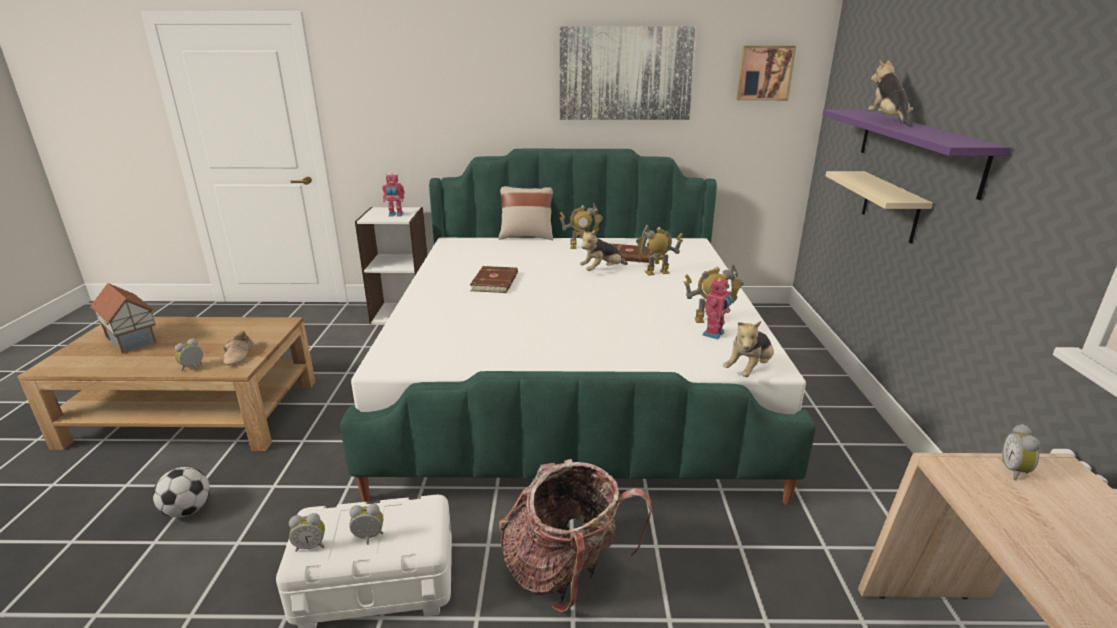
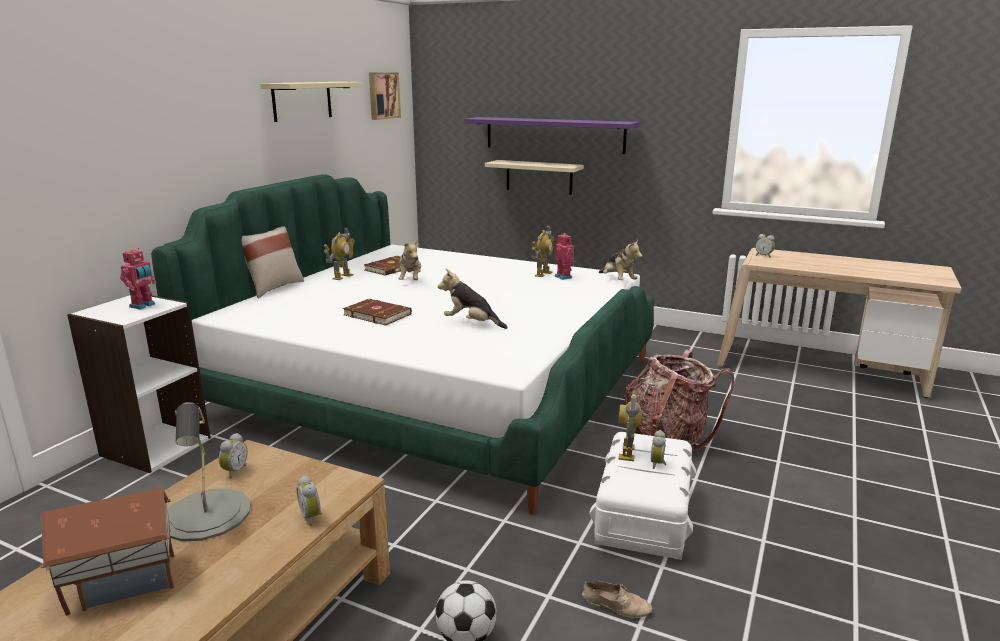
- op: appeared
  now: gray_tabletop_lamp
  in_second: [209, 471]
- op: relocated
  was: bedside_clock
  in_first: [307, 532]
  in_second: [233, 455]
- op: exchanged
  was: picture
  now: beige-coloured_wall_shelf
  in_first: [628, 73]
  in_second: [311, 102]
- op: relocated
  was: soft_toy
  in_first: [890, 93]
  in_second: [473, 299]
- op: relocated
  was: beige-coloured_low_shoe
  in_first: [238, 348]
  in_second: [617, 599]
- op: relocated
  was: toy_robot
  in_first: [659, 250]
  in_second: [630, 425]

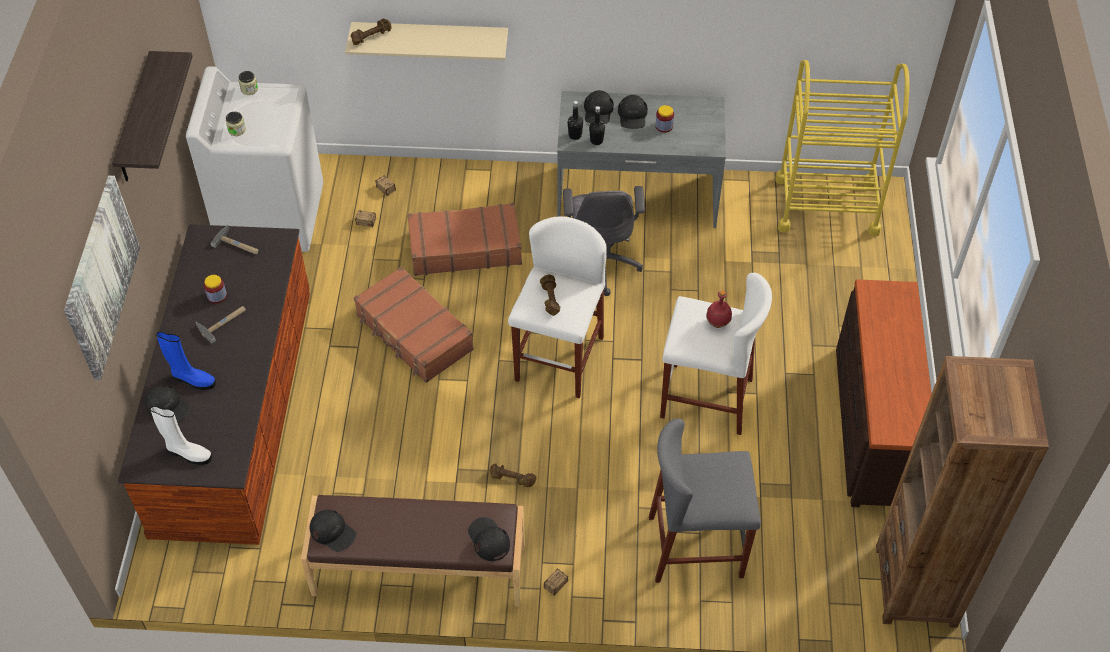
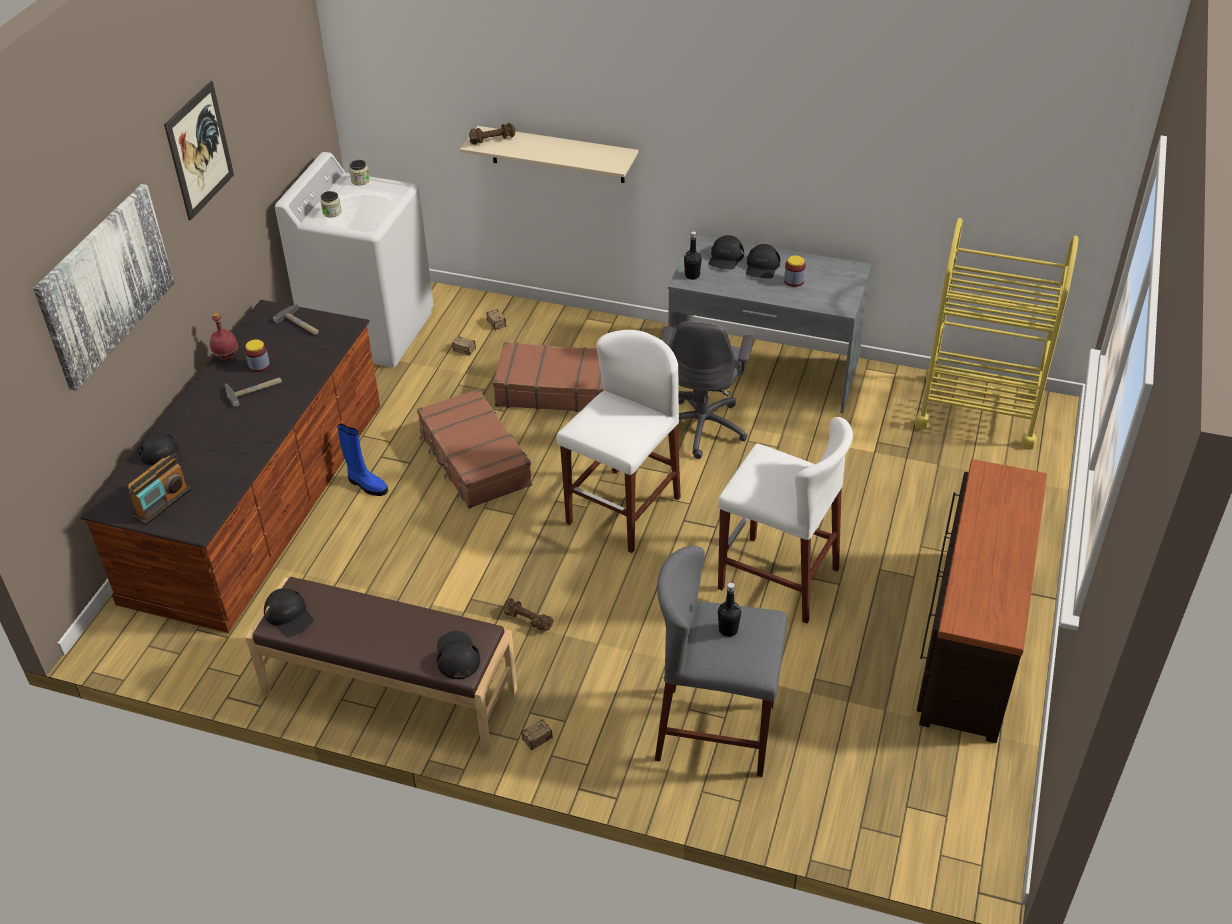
- op: exchanged
  was: white_high-top_boot
  now: radio
  in_first: [181, 435]
  in_second: [159, 489]
- op: exchanged
  was: wall_shelf
  now: picture
  in_first: [152, 116]
  in_second: [199, 151]
- op: relocated
  was: reddish_bottle
  in_first: [719, 309]
  in_second: [224, 336]
- op: relocated
  was: blue-coloured_high-top_boot
  in_first: [186, 360]
  in_second: [362, 460]
- op: relocated
  was: blackish_bottle
  in_first: [597, 125]
  in_second: [729, 610]
- op: missing
  was: brownish_hand_weight
  in_first: [550, 295]
- op: missing
  was: brownish_bookcase
  in_first: [962, 492]

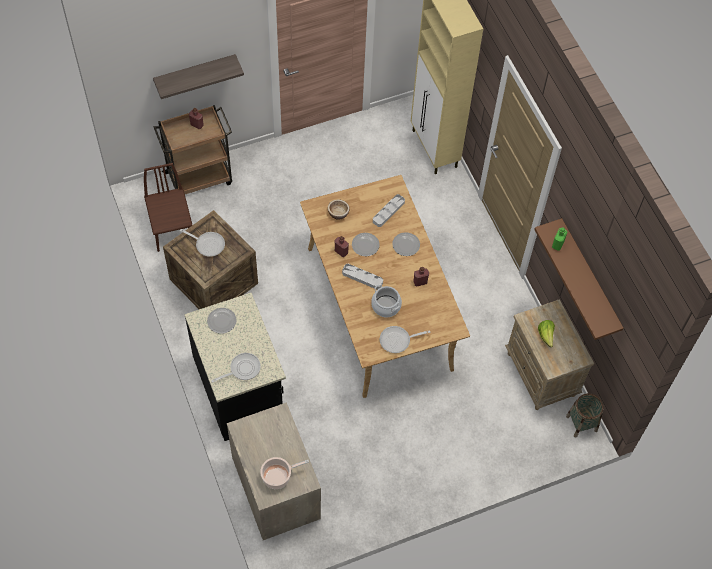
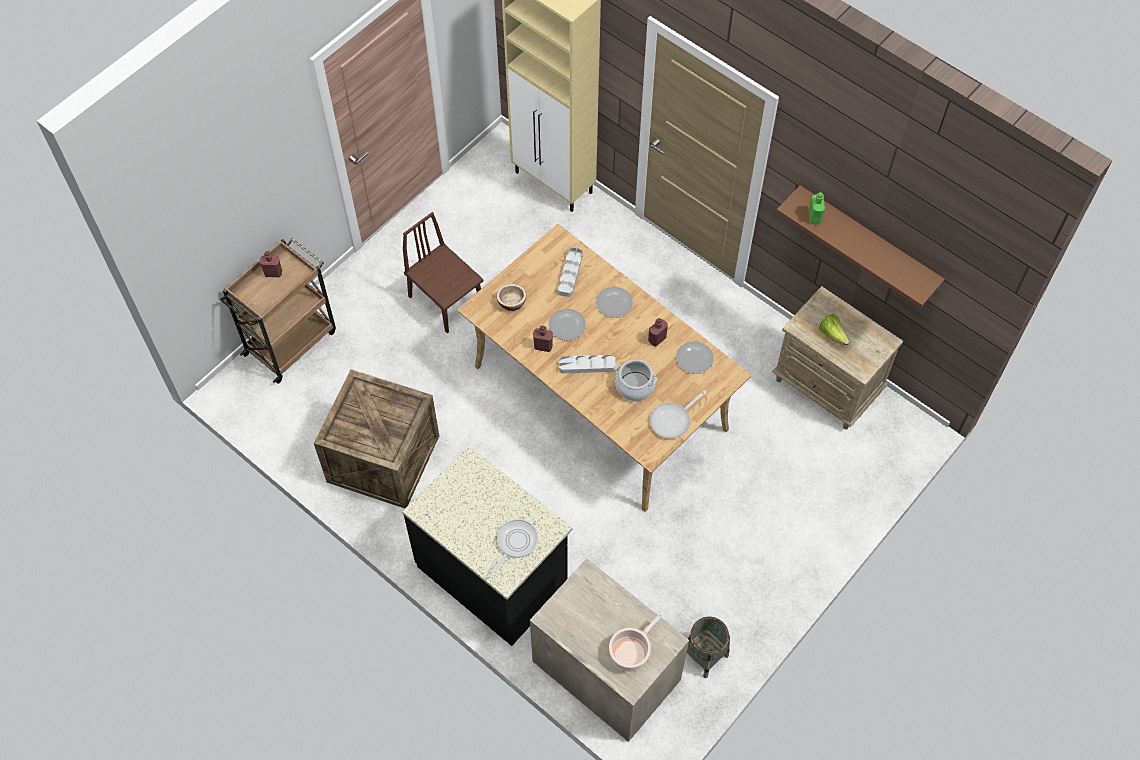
- op: relocated
  was: brownish_upright_chair
  in_first: [168, 207]
  in_second: [443, 272]
- op: relocated
  was: dinner_plate
  in_first: [222, 321]
  in_second: [695, 358]
- op: relocated
  was: storage_basket
  in_first: [585, 415]
  in_second: [708, 647]
- op: missing
  was: wall_shelf
  in_first: [198, 76]
- op: missing
  was: pan
  in_first: [202, 243]

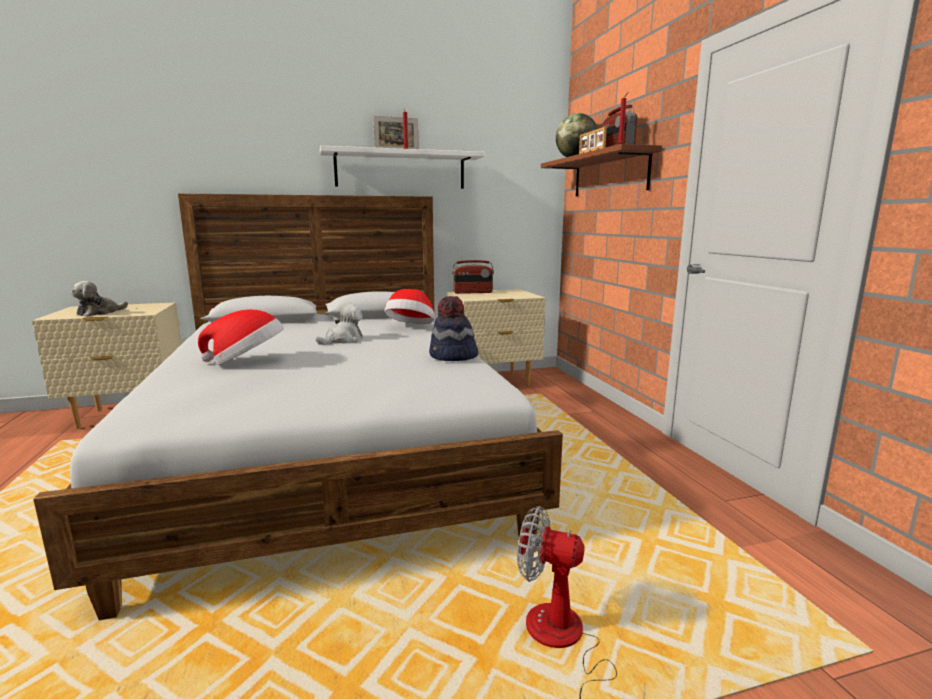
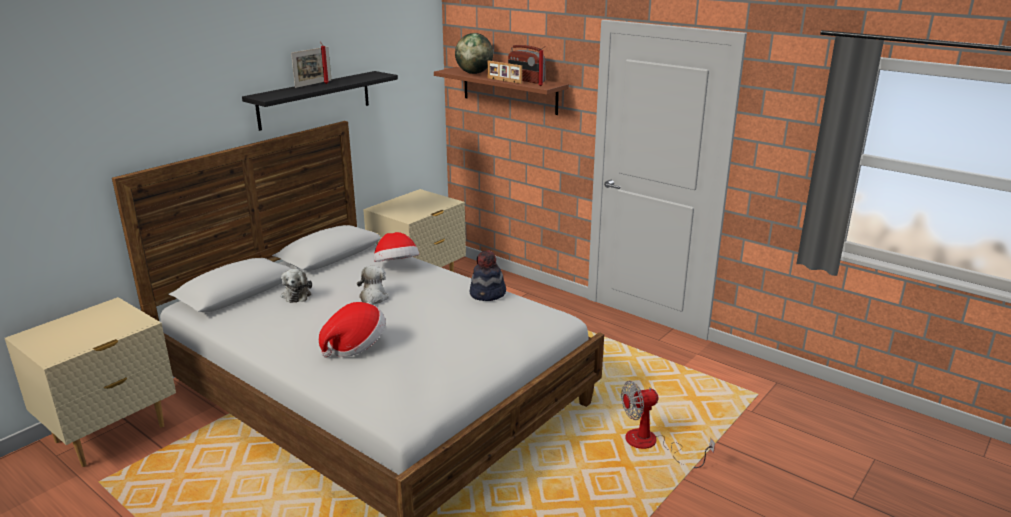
- op: colour
  was: white_wall_shelf
  now: blackish_wall_shelf
  in_first: [402, 167]
  in_second: [320, 101]
- op: relocated
  was: soft_toy
  in_first: [99, 298]
  in_second: [296, 286]
- op: missing
  was: radio
  in_first: [473, 277]

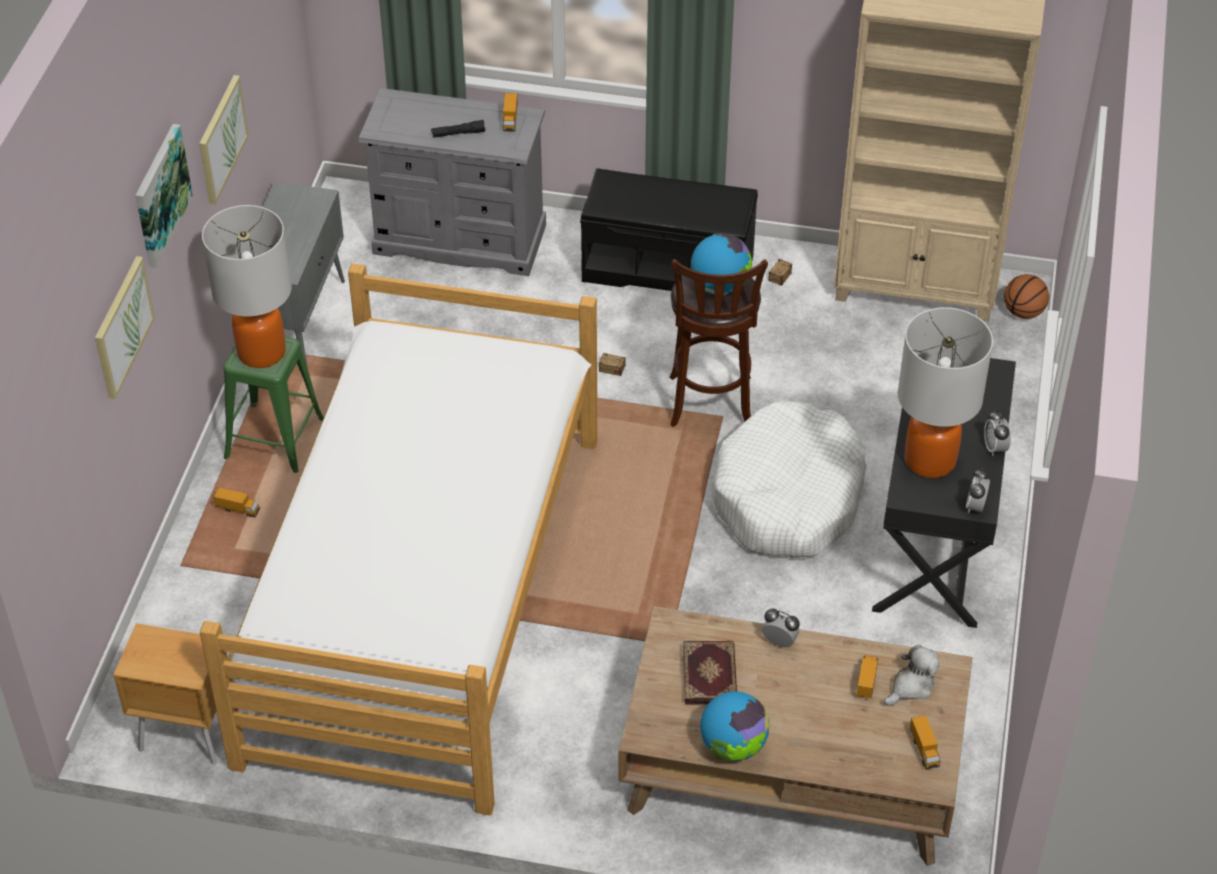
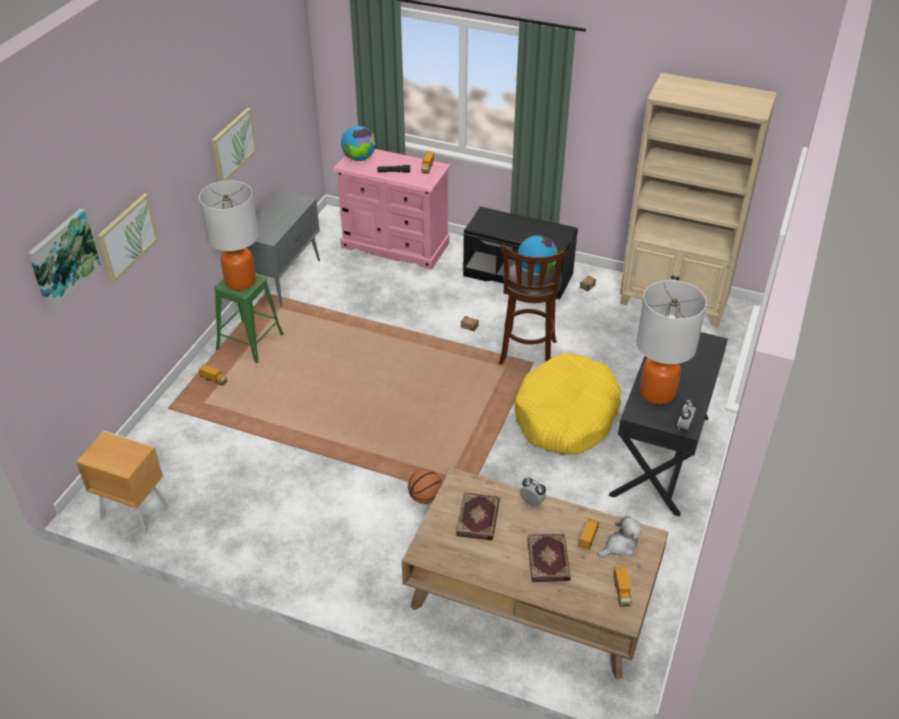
- op: relocated
  was: picture
  in_first: [164, 196]
  in_second: [64, 259]
- op: colour
  was: gray_dresser
  now: pinkish_dresser
  in_first: [452, 182]
  in_second: [392, 209]
- op: relocated
  was: desk_globe
  in_first: [735, 726]
  in_second: [358, 143]
- op: relocated
  was: basketball
  in_first: [1026, 296]
  in_second: [425, 486]
- op: colour
  was: white_pet_bed
  now: yellowish_pet_bed
  in_first: [789, 479]
  in_second: [568, 404]
- op: appeared
  now: volume
  in_second: [549, 558]
- op: missing
  was: bed
  in_first: [398, 539]
- op: missing
  was: bedside_clock
  in_first: [997, 433]

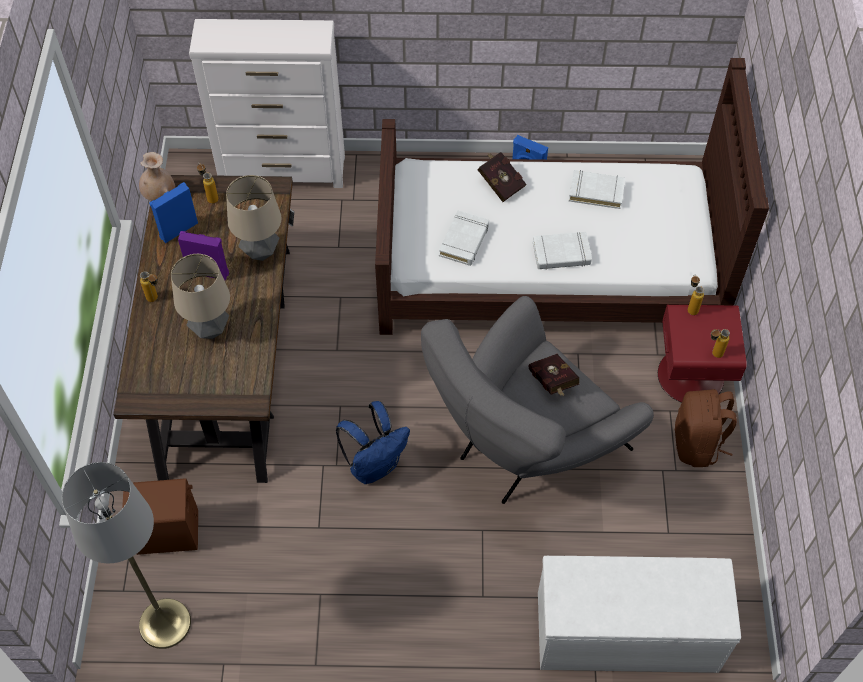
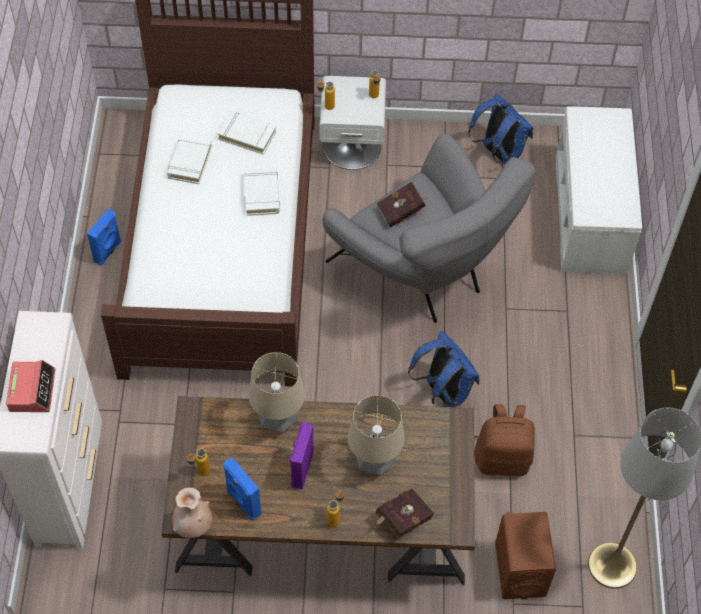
- op: appeared
  now: bedside_clock
  in_second: [30, 386]
- op: relocated
  was: white_volume
  in_first: [464, 238]
  in_second: [246, 133]
- op: colour
  was: reddish_nightstand
  now: white_nightstand
  in_first: [702, 354]
  in_second: [352, 123]
- op: relocated
  was: reddish_volume
  in_first: [502, 177]
  in_second: [405, 513]
- op: appeared
  now: blue-coloured_backpack
  in_second: [500, 128]
- op: relocated
  was: brownish_backpack
  in_first: [706, 428]
  in_second: [504, 440]

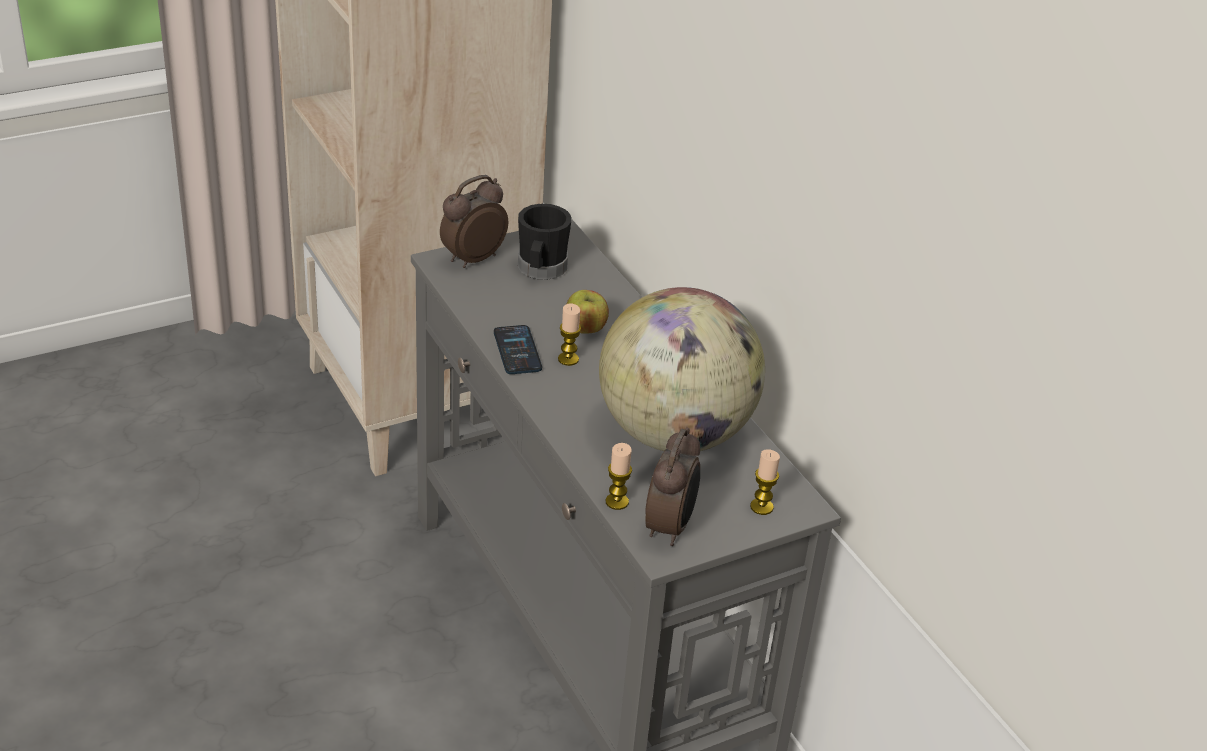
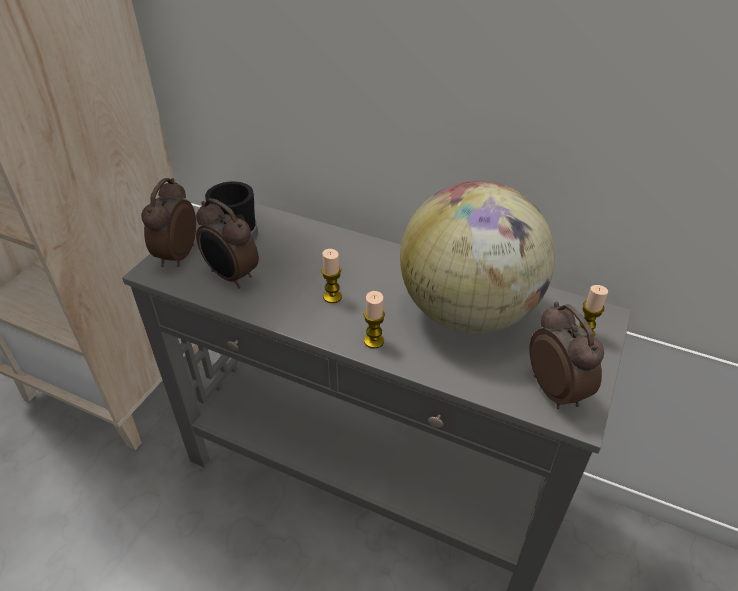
- op: appeared
  now: bedside_clock
  in_second: [227, 243]
- op: relocated
  was: candle
  in_first: [619, 476]
  in_second: [374, 319]
- op: missing
  was: phone
  in_first: [518, 349]
- op: missing
  was: whole_apple
  in_first: [587, 312]

